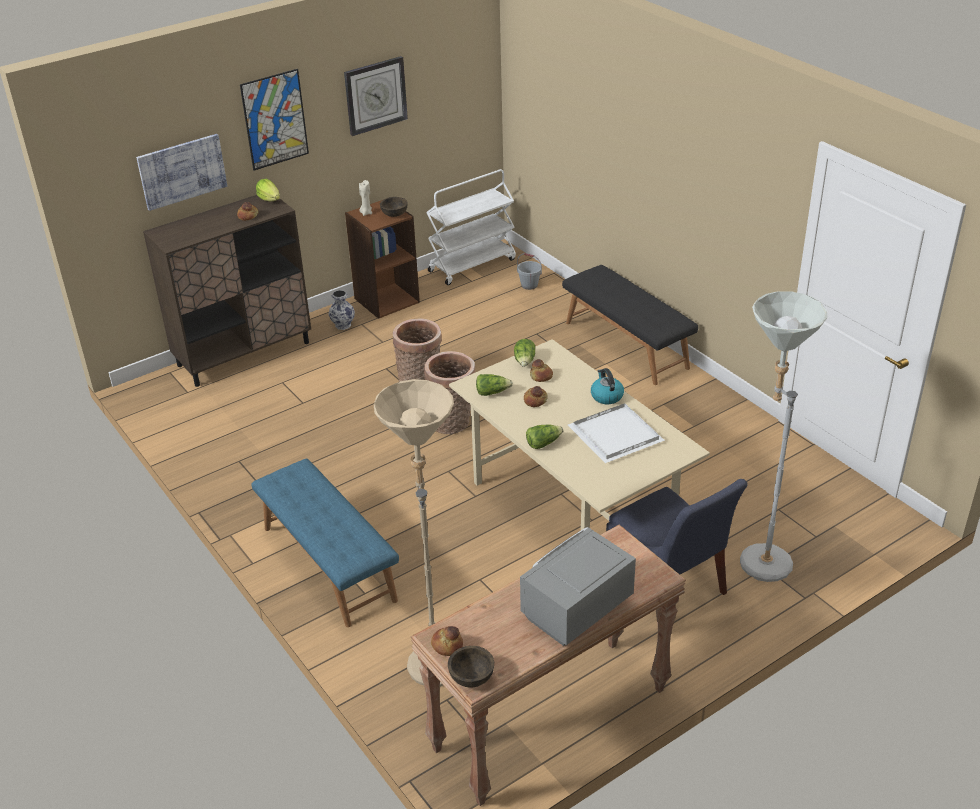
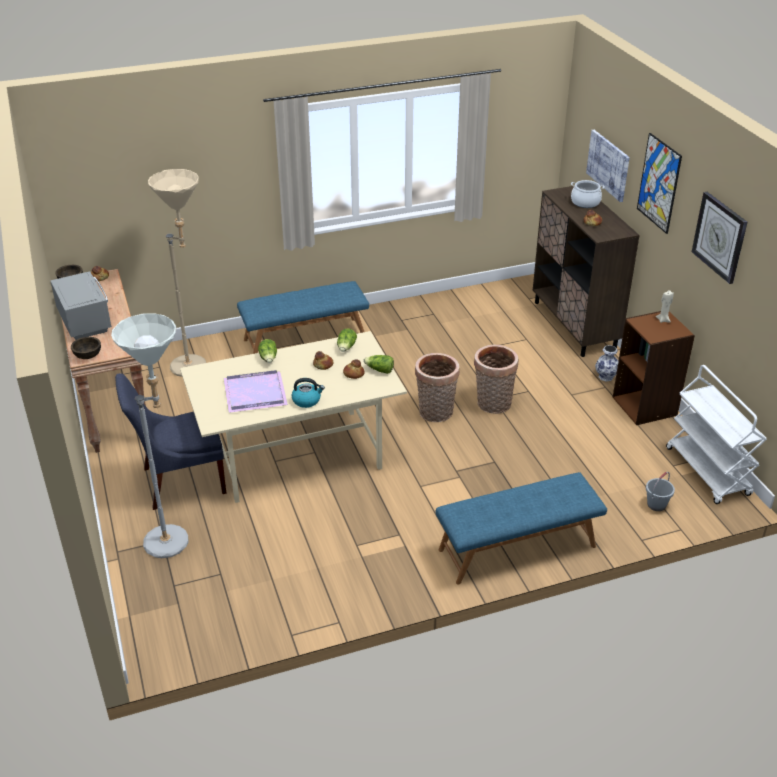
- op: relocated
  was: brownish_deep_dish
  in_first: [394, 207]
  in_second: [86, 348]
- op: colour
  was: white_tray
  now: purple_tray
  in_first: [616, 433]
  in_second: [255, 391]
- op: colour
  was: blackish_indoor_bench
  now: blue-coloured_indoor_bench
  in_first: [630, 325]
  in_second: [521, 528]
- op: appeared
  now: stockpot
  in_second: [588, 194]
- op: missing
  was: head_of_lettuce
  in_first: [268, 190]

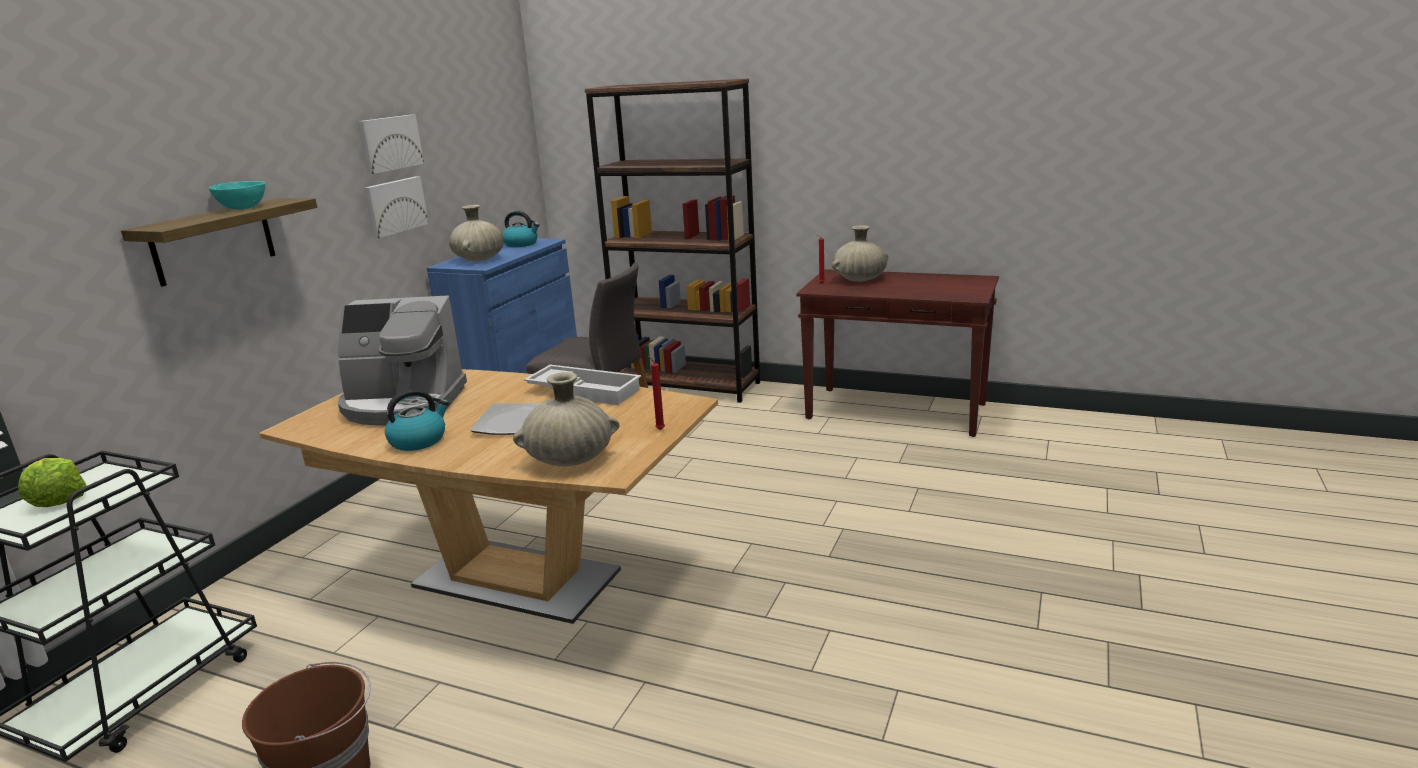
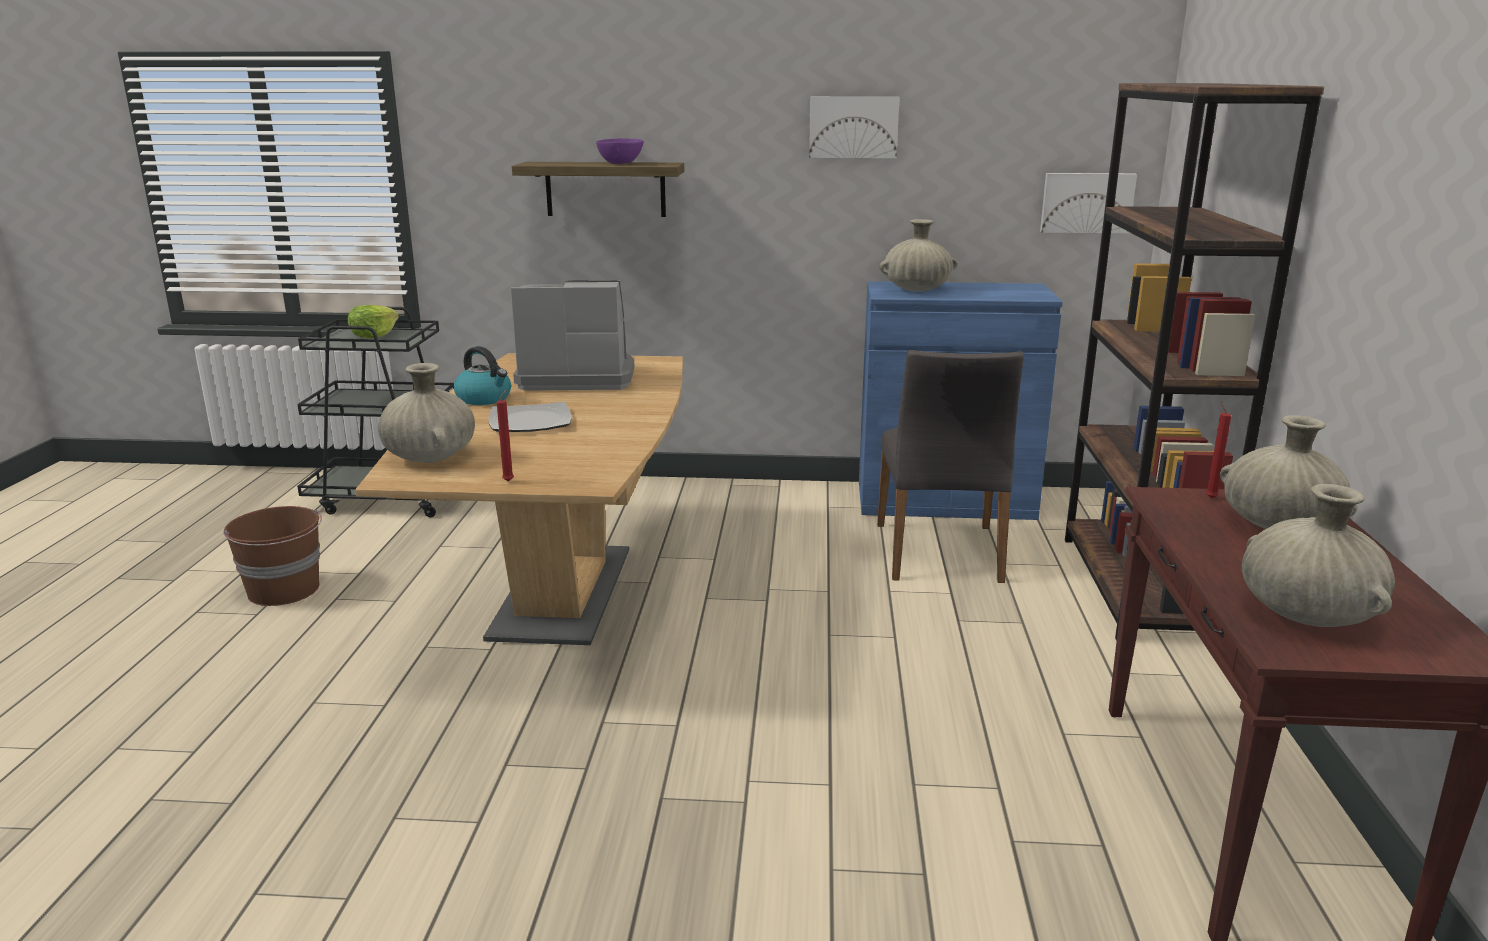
- op: spun
  was: coffee_brewer
  in_first: [402, 361]
  in_second: [572, 335]
  clockwise: 105
- op: colour
  was: blue-green_deep_dish
  now: purple_deep_dish
  in_first: [237, 195]
  in_second: [620, 151]
- op: relocated
  was: picture
  in_first: [396, 207]
  in_second: [1088, 203]
- op: appeared
  now: beige-coloured_flower_vase
  in_second: [1318, 555]
- op: missing
  was: water_kettle
  in_first: [521, 229]
- op: missing
  was: white_tray
  in_first: [582, 385]

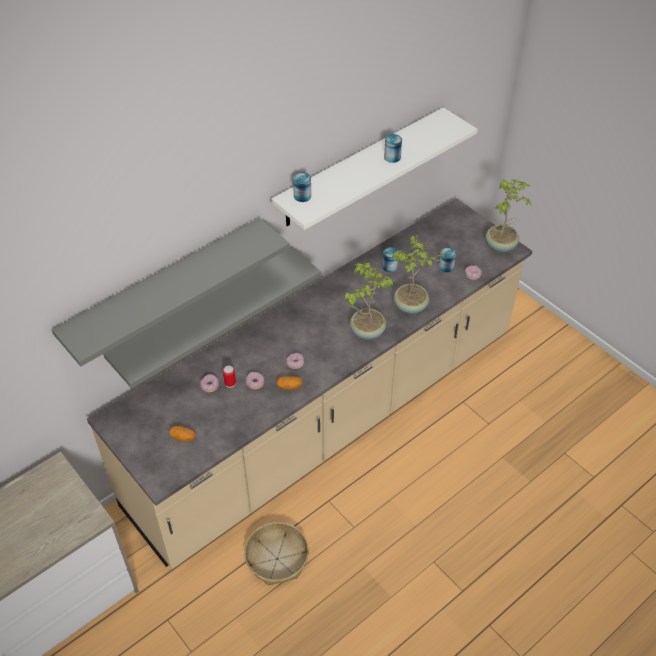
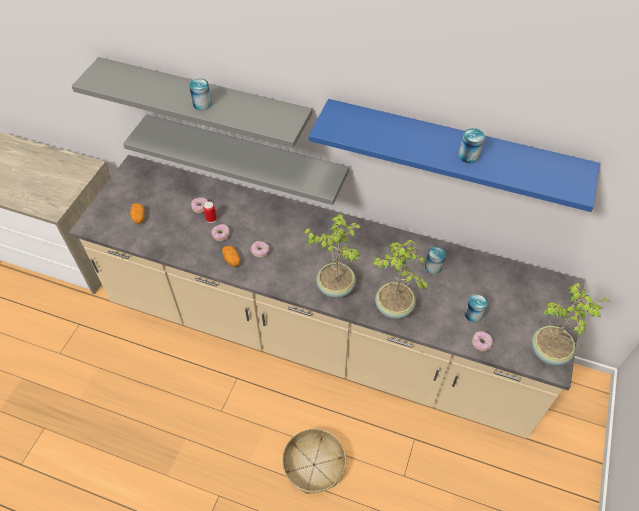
- op: relocated
  was: sealed_can
  in_first: [302, 187]
  in_second: [200, 94]
- op: relocated
  was: storage_basket
  in_first: [276, 554]
  in_second: [314, 461]
- op: colour
  was: white_wall_shelf
  now: blue-coloured_wall_shelf
  in_first: [374, 168]
  in_second: [454, 155]

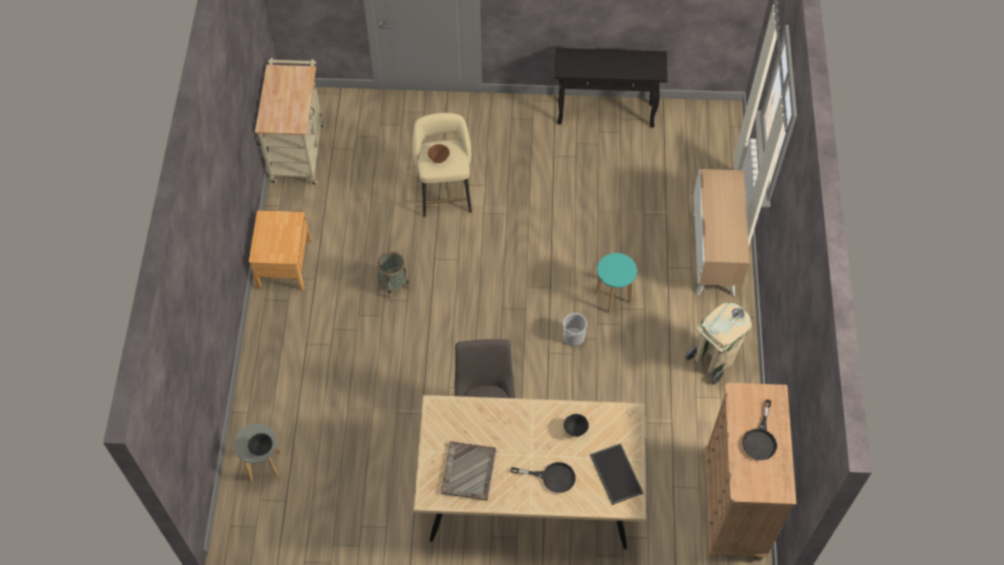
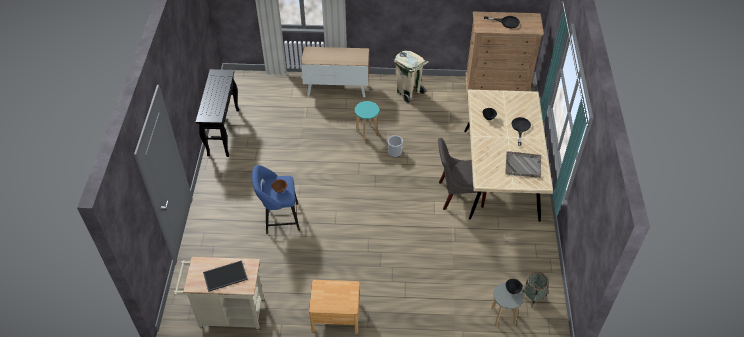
- op: relocated
  was: tray
  in_first: [616, 474]
  in_second: [225, 276]
- op: colour
  was: beige-coloured_sitting_stool
  now: blue-coloured_sitting_stool
  in_first: [442, 165]
  in_second: [276, 199]
- op: relocated
  was: storage_basket
  in_first: [393, 275]
  in_second: [535, 290]

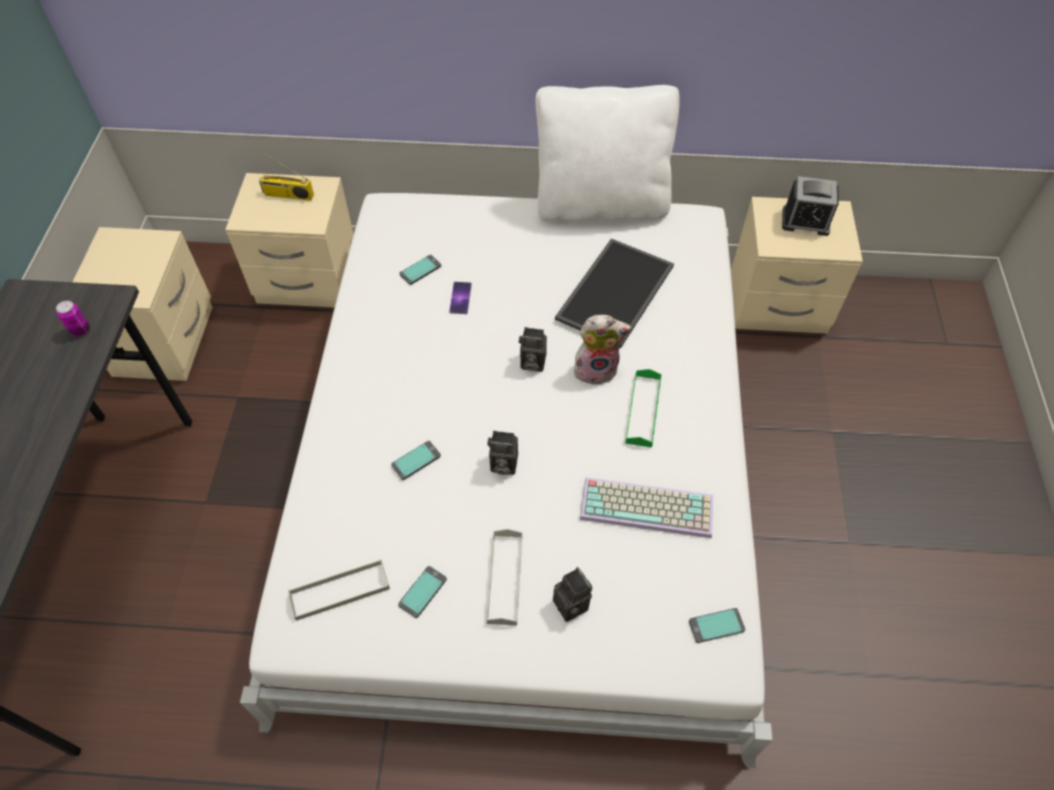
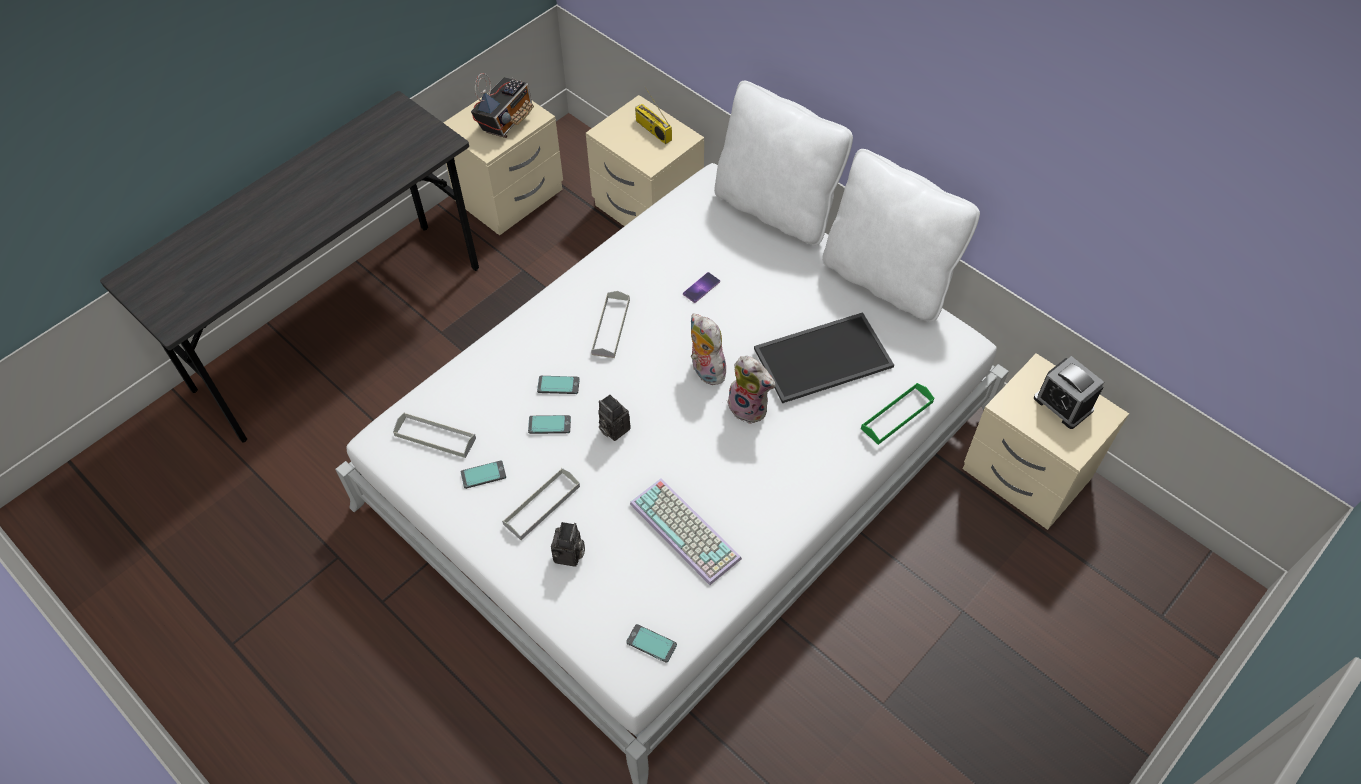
- op: appeared
  now: radio
  in_second: [502, 105]
- op: relocated
  was: phone
  in_first: [420, 270]
  in_second: [549, 424]
- op: appeared
  now: gray_tray
  in_second: [610, 324]
- op: exchanged
  was: still_camera
  now: soft_toy
  in_first: [533, 349]
  in_second: [708, 349]
- op: appeared
  now: white_pillow
  in_second: [783, 163]
- op: relocated
  was: green_tray
  in_first: [643, 408]
  in_second: [897, 414]
- op: missing
  was: sealed_can
  in_first: [73, 318]

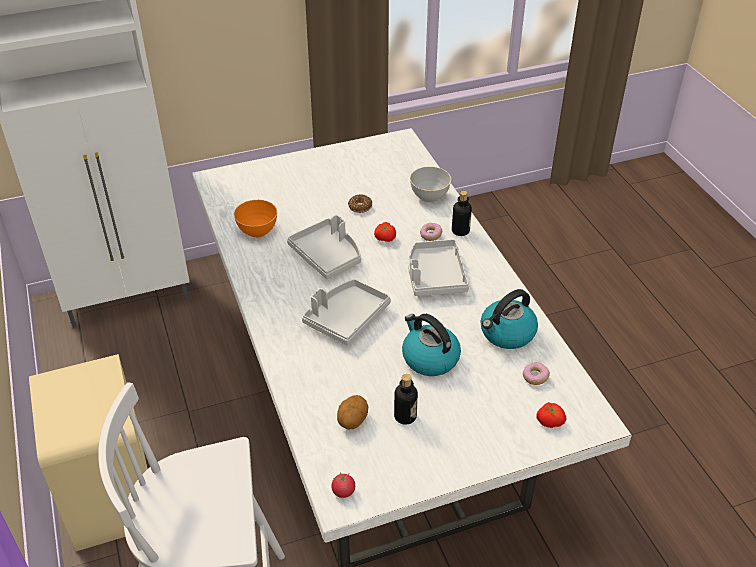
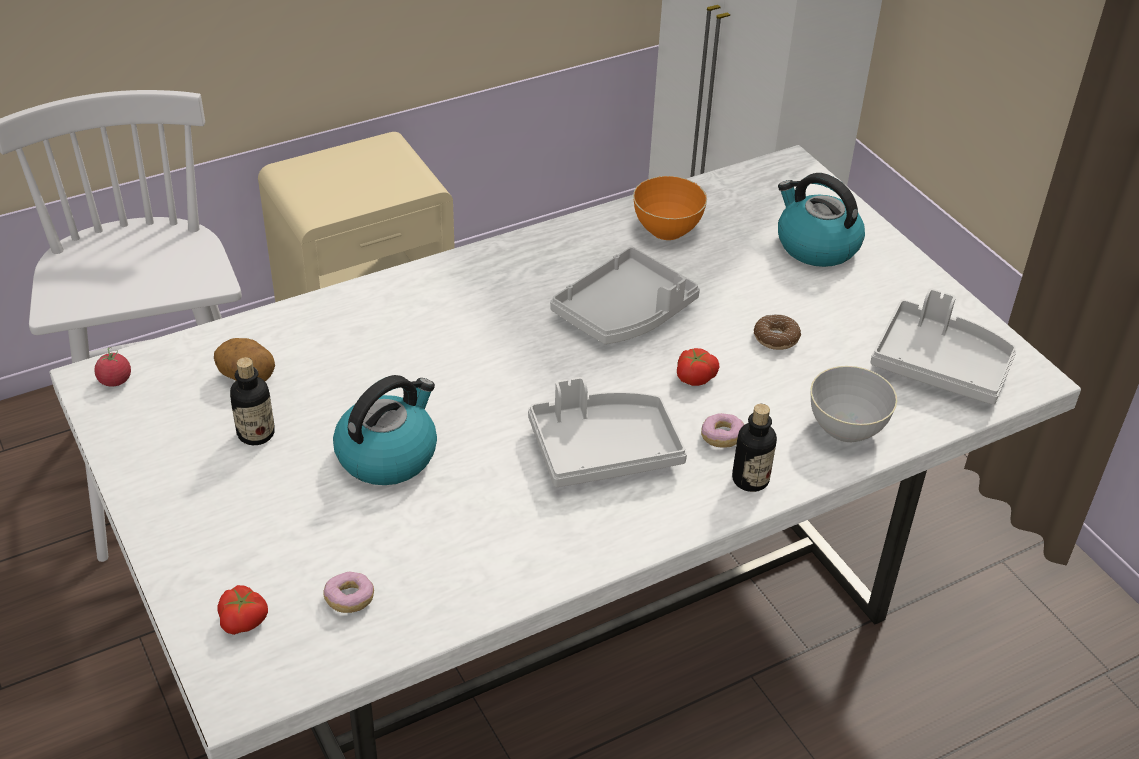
- op: relocated
  was: water_kettle
  in_first: [509, 319]
  in_second: [821, 220]
- op: relocated
  was: gray_tray
  in_first: [346, 312]
  in_second: [943, 346]

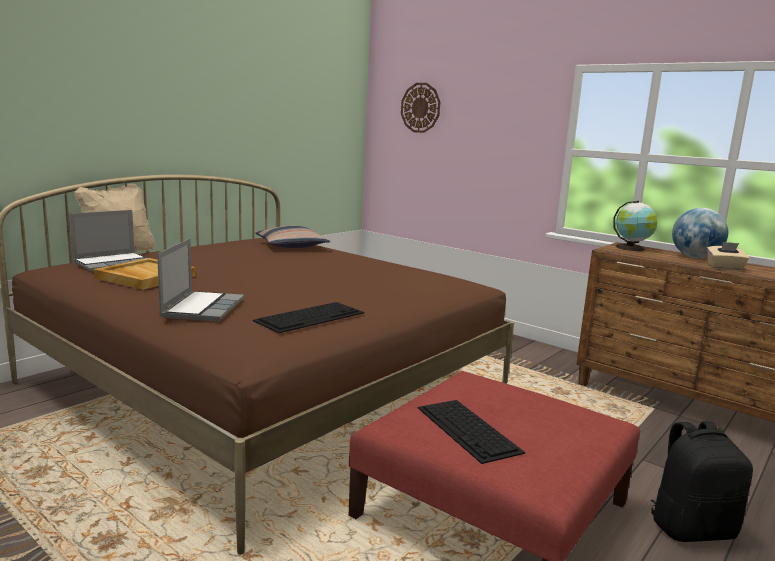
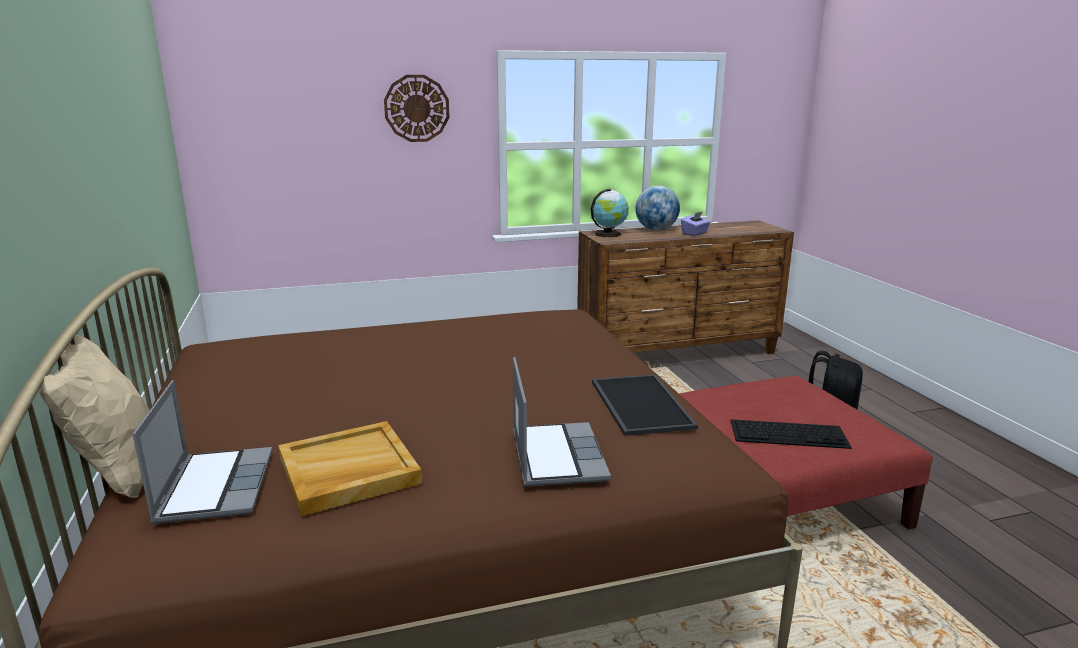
- op: relocated
  was: wall_clock
  in_first: [420, 108]
  in_second: [416, 108]
- op: spun
  was: laptop
  in_first: [200, 279]
  in_second: [562, 422]
  clockwise: 45
- op: exchanged
  was: keyboard
  now: tray
  in_first: [308, 317]
  in_second: [645, 405]
- op: colour
  was: beige-coloured_tissue_box
  now: purple_tissue_box
  in_first: [727, 256]
  in_second: [695, 223]
- op: missing
  was: pillow
  in_first: [292, 237]

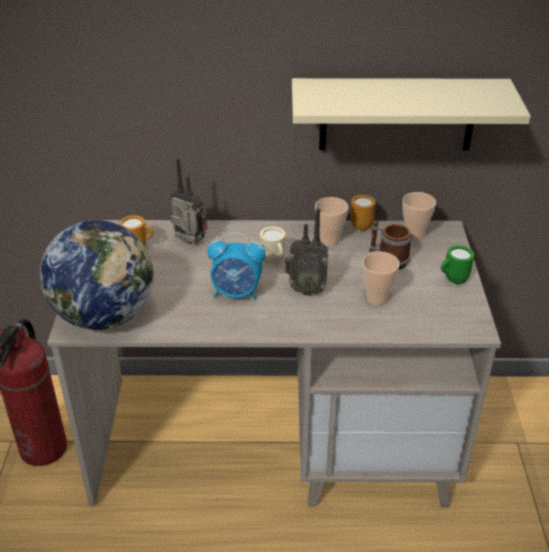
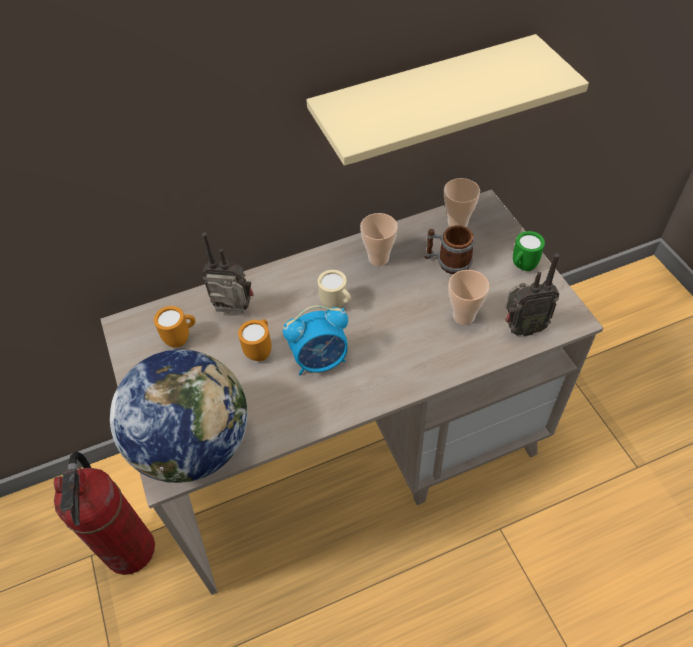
- op: relocated
  was: orange-coloured_coffee_mug
  in_first: [363, 212]
  in_second: [255, 340]
- op: relocated
  was: radio
  in_first: [306, 252]
  in_second: [532, 294]

